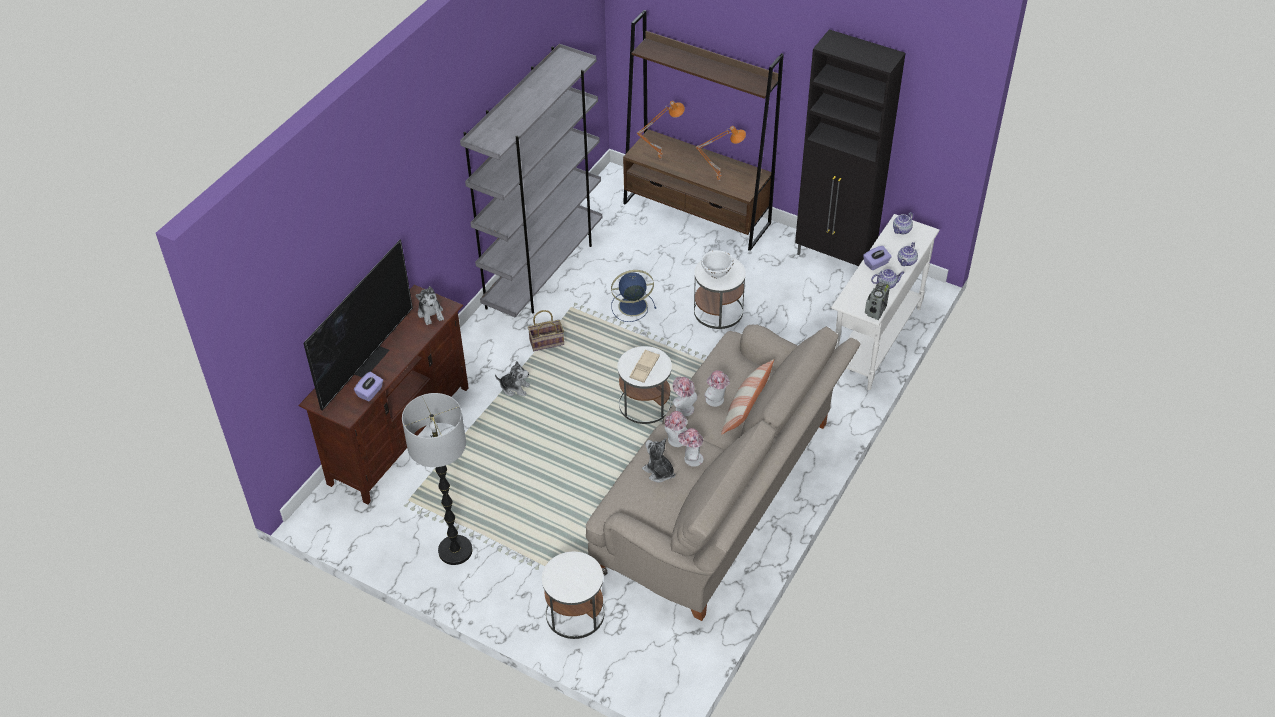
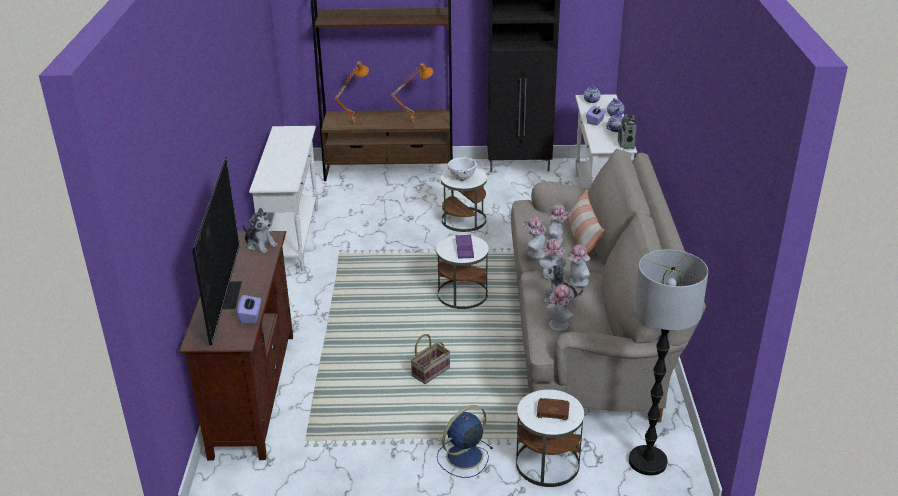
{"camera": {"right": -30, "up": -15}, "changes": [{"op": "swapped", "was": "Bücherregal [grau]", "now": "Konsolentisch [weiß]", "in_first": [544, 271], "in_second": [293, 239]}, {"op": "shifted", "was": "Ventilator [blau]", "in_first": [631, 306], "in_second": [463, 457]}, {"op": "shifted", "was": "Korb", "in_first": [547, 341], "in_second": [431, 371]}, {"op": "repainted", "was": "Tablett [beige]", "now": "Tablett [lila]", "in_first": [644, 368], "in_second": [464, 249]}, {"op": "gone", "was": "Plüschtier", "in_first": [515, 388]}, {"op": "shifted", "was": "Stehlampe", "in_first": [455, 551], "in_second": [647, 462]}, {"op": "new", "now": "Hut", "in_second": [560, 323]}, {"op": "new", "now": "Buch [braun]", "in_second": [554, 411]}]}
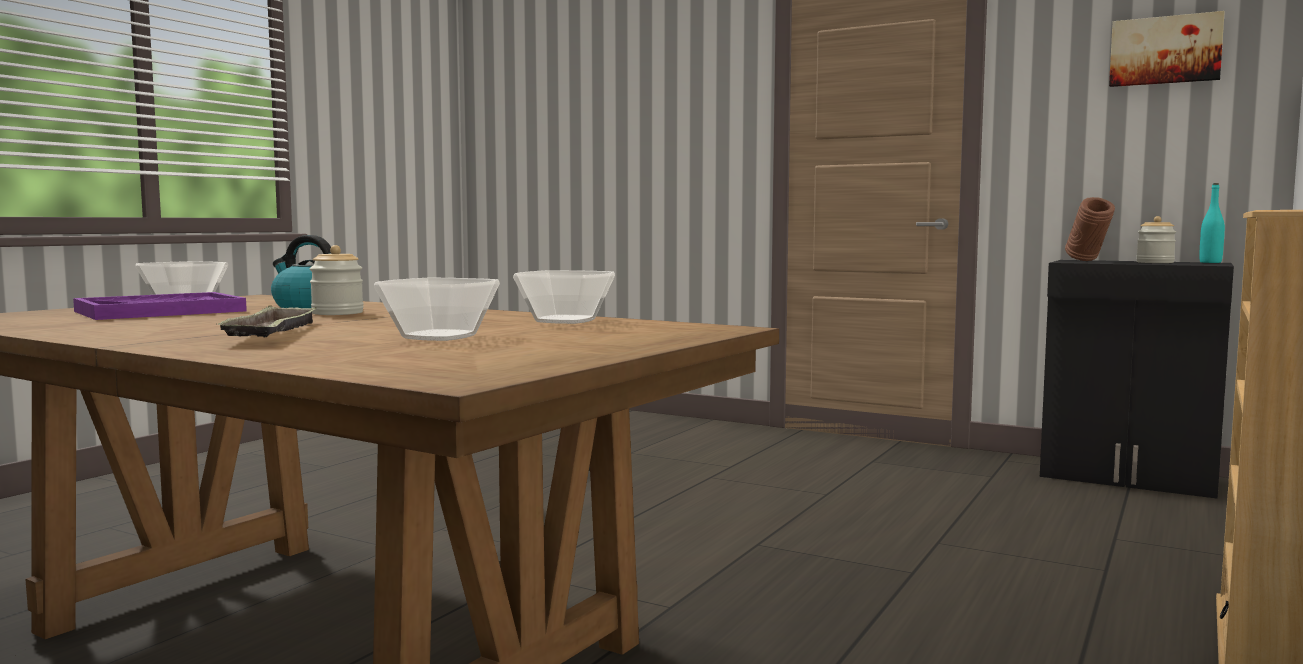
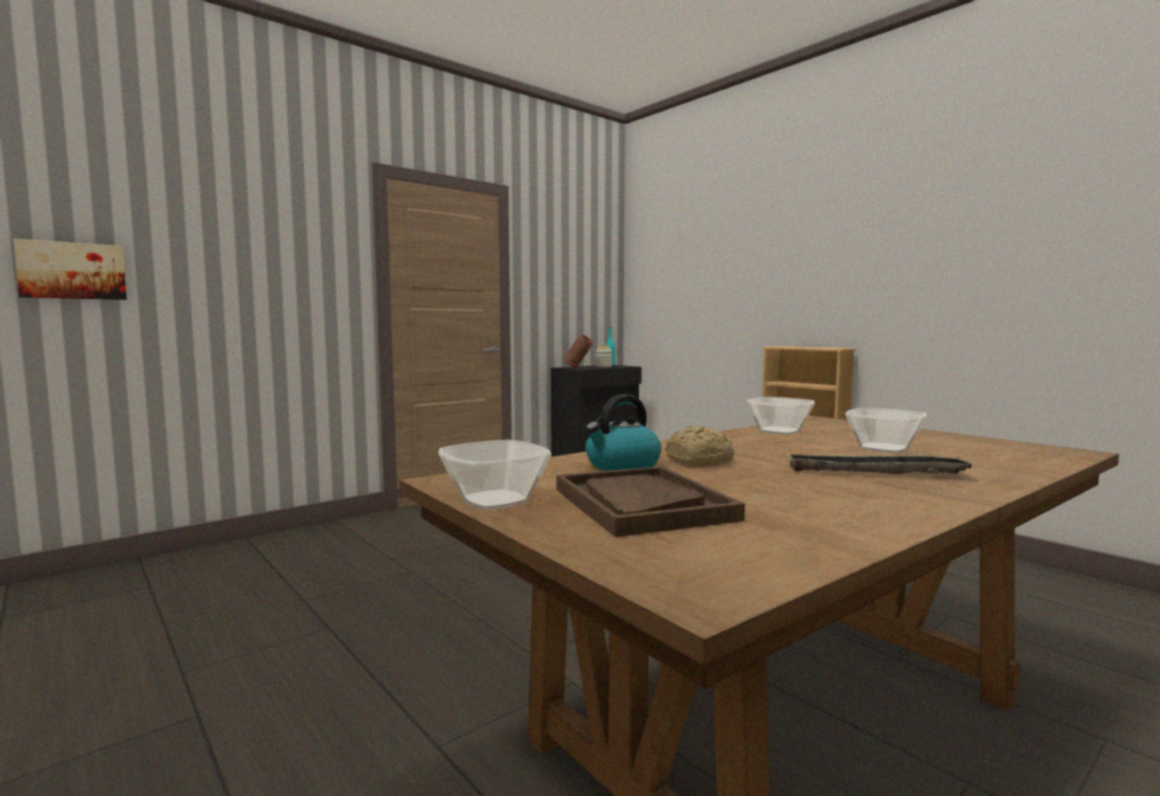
{"camera": {"right": -70, "up": 0}, "changes": [{"op": "shifted", "was": "Bild", "in_first": [1165, 50], "in_second": [72, 271]}, {"op": "swapped", "was": "Vorratsglas", "now": "Brot", "in_first": [337, 313], "in_second": [700, 461]}, {"op": "repainted", "was": "Tablett [lila]", "now": "Tablett [braun]", "in_first": [161, 311], "in_second": [641, 504]}]}
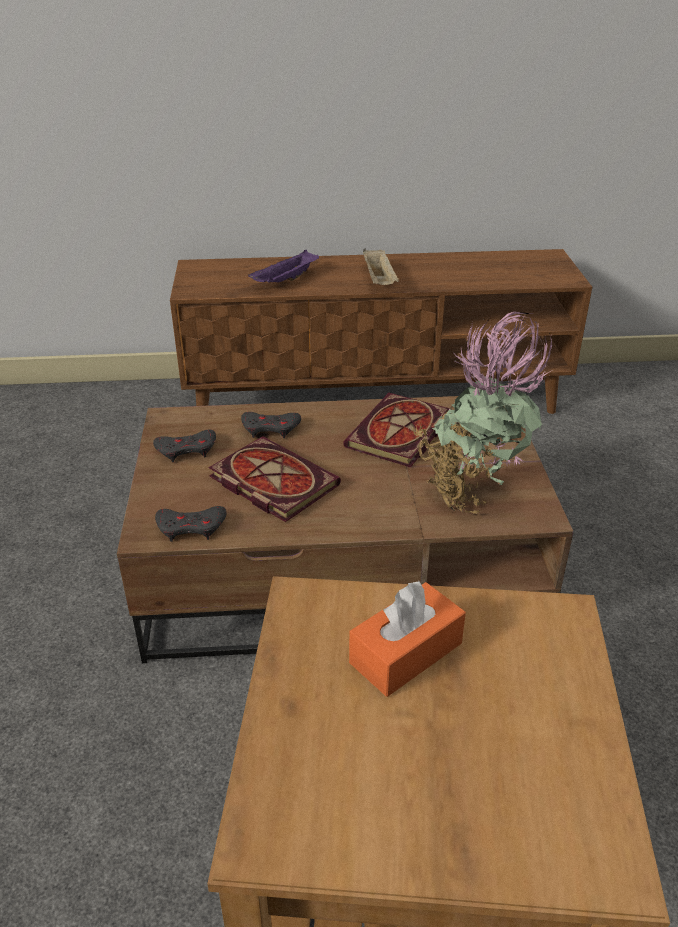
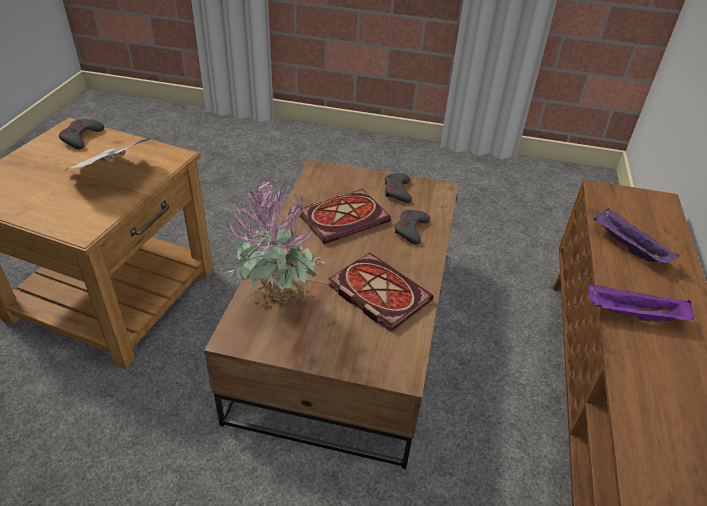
{"camera": {"right": 105, "up": 5}, "changes": [{"op": "repainted", "was": "Tablett [beige]", "now": "Tablett [lila]", "in_first": [379, 281], "in_second": [632, 315]}, {"op": "shifted", "was": "Gamepad [grau]", "in_first": [191, 527], "in_second": [81, 137]}, {"op": "swapped", "was": "Taschentuchbox [orange]", "now": "Zeitung", "in_first": [406, 653], "in_second": [113, 175]}]}
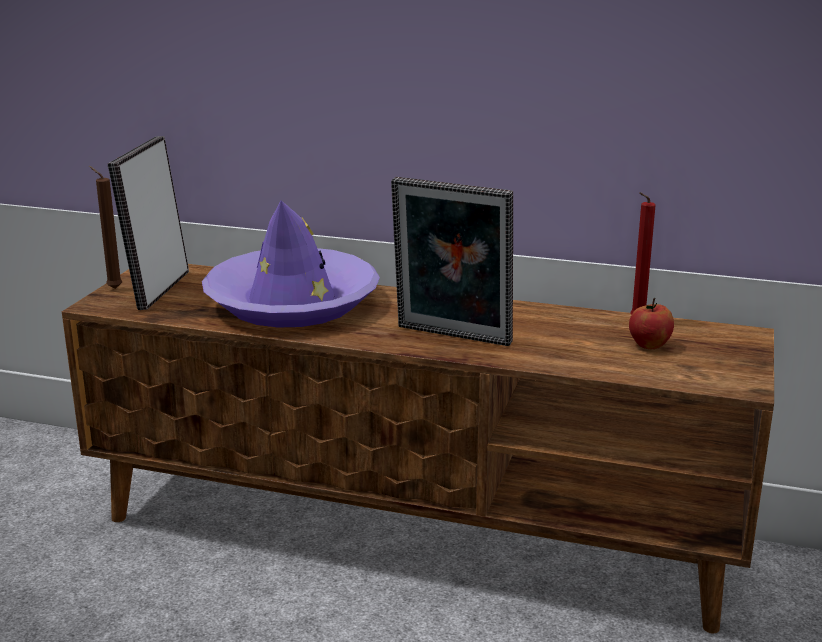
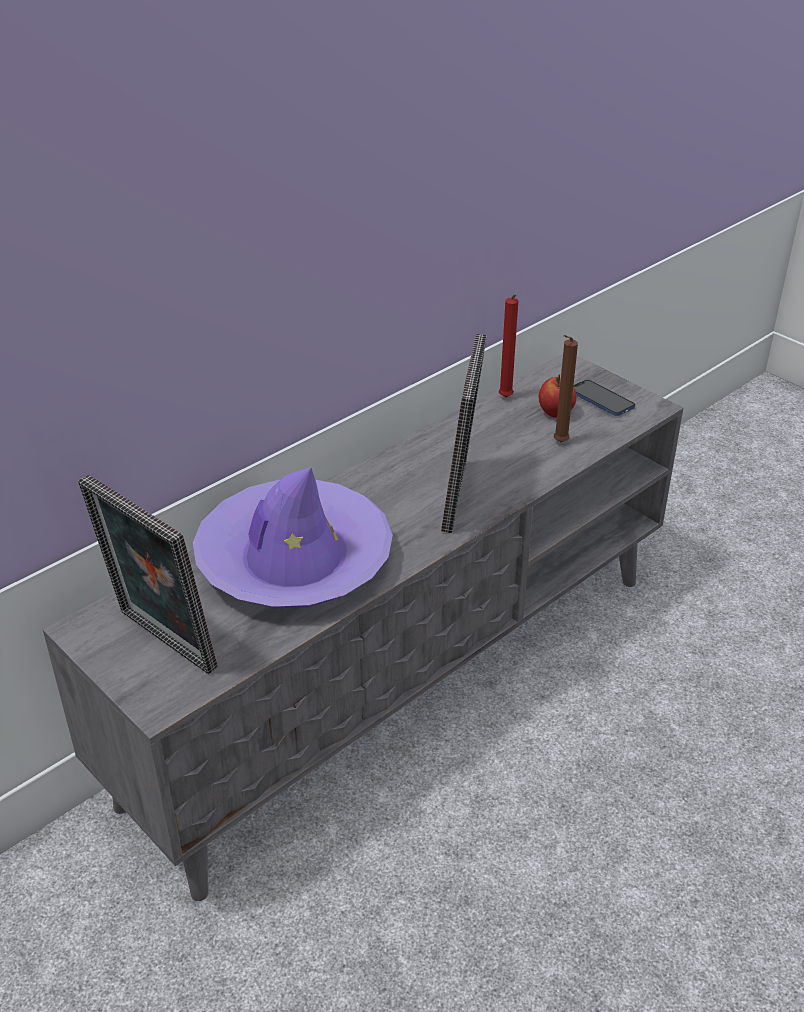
{"camera": {"right": -60, "up": 15}, "changes": [{"op": "shifted", "was": "Kerze [braun]", "in_first": [112, 288], "in_second": [559, 443]}, {"op": "rotated", "was": "Bilderrahmen", "in_first": [451, 337], "in_second": [461, 497], "clockwise": -45}, {"op": "repainted", "was": "Fernsehschrank [braun]", "now": "Fernsehschrank [grau]", "in_first": [414, 533], "in_second": [402, 681]}, {"op": "new", "now": "Handy", "in_second": [601, 399]}]}
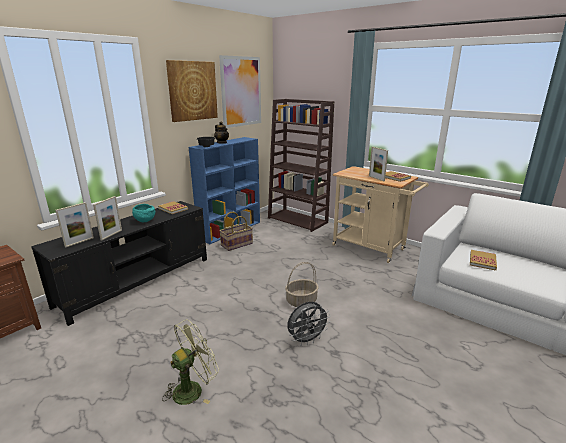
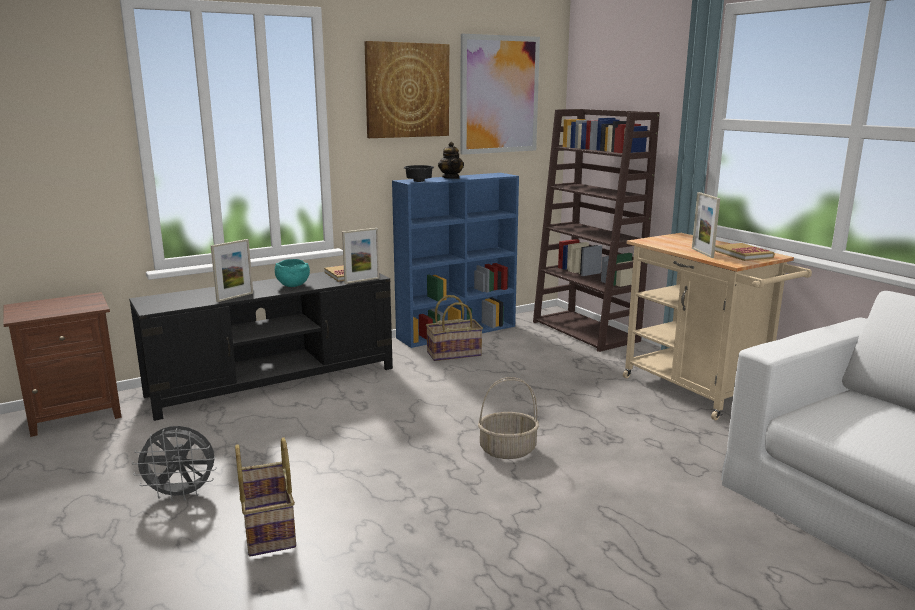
{"camera": {"right": 20, "up": -5}, "changes": [{"op": "shifted", "was": "Bilderrahmen", "in_first": [79, 242], "in_second": [362, 280]}, {"op": "gone", "was": "Buch", "in_first": [482, 261]}, {"op": "shifted", "was": "Ventilator [grau]", "in_first": [307, 340], "in_second": [181, 495]}, {"op": "swapped", "was": "Ventilator [grün]", "now": "Korb", "in_first": [193, 388], "in_second": [267, 528]}]}
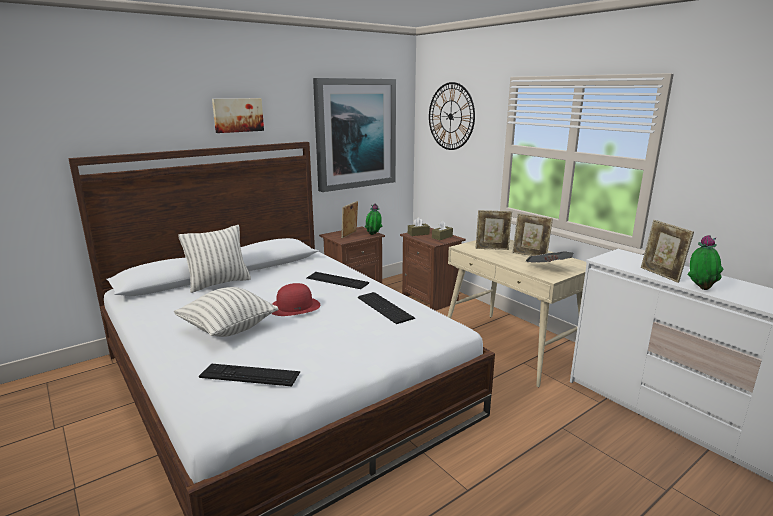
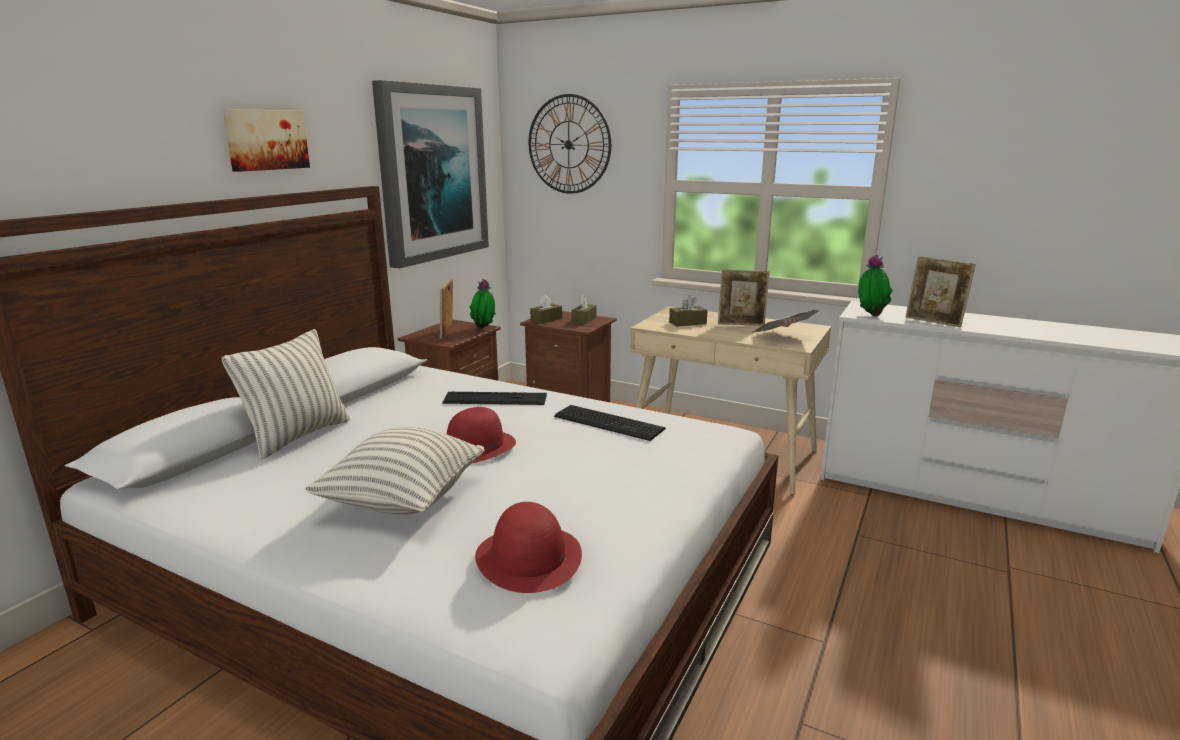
{"camera": {"right": -25, "up": 0}, "changes": [{"op": "swapped", "was": "Bilderrahmen", "now": "Taschentuchbox [braun]", "in_first": [492, 249], "in_second": [687, 323]}, {"op": "shifted", "was": "Topfpflanze", "in_first": [700, 288], "in_second": [870, 315]}, {"op": "swapped", "was": "Tastatur", "now": "Hut [rot]", "in_first": [250, 374], "in_second": [529, 557]}]}
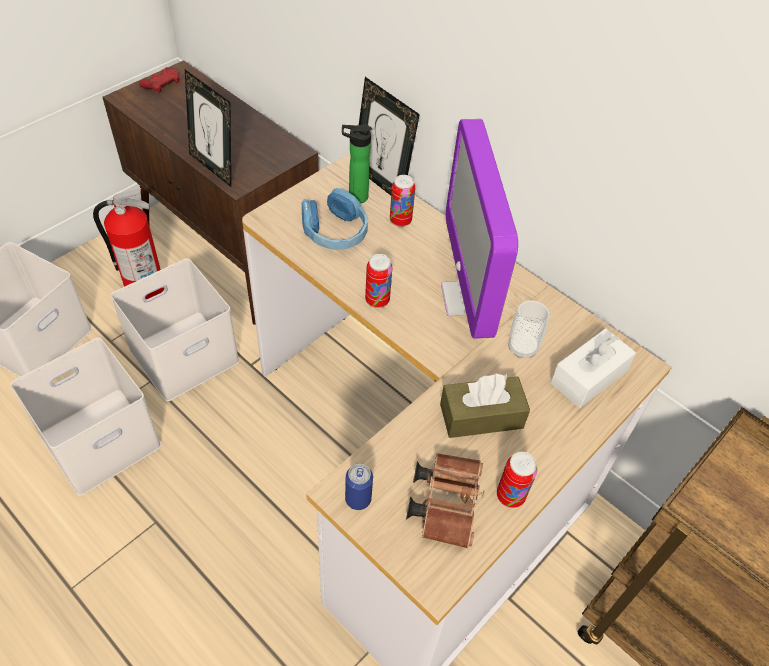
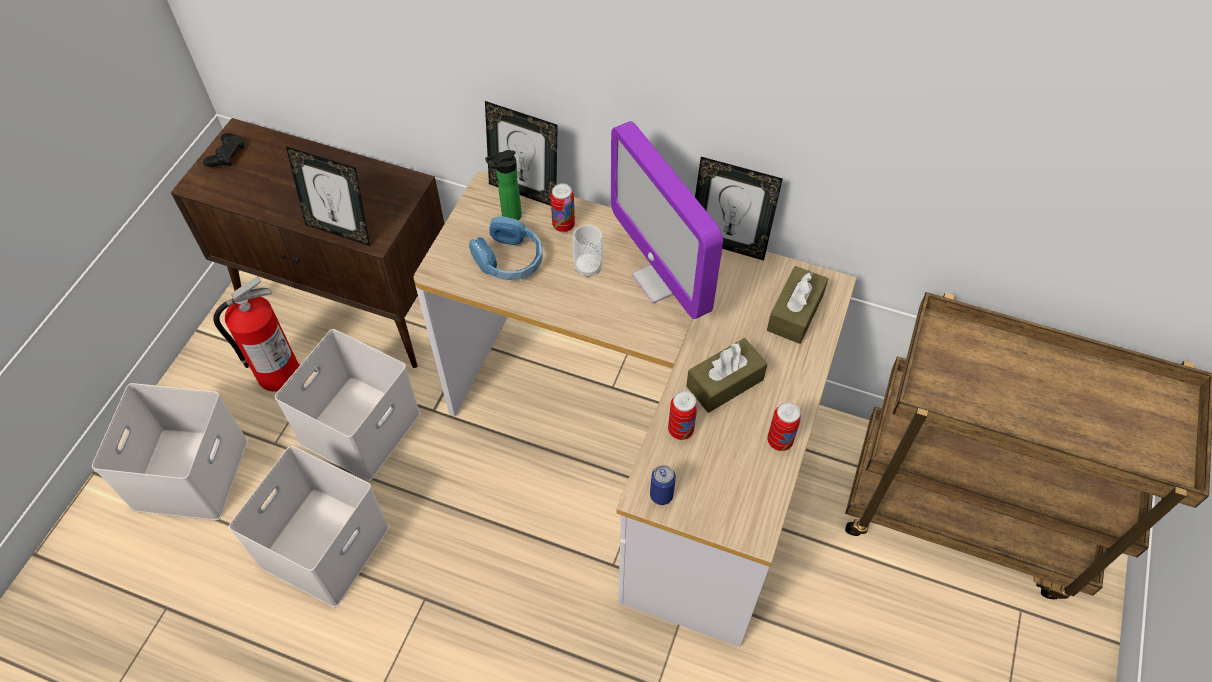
{"camera": {"right": -20, "up": 5}, "changes": [{"op": "repainted", "was": "Gamepad [rot]", "now": "Gamepad [schwarz]", "in_first": [161, 84], "in_second": [226, 155]}, {"op": "shifted", "was": "Dose", "in_first": [377, 300], "in_second": [680, 430]}, {"op": "shifted", "was": "Tasse", "in_first": [522, 347], "in_second": [588, 267]}, {"op": "repainted", "was": "Taschentuchbox [weiß]", "now": "Taschentuchbox [braun]", "in_first": [588, 377], "in_second": [795, 313]}, {"op": "gone", "was": "Fernglas [braun]", "in_first": [445, 502]}, {"op": "new", "now": "Bilderrahmen", "in_second": [727, 244]}]}
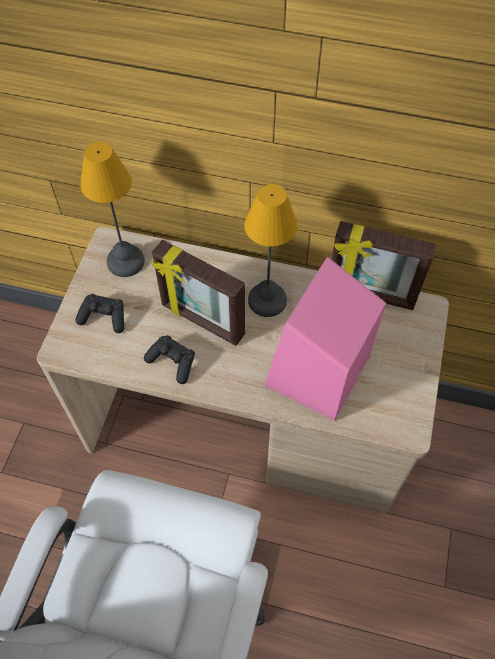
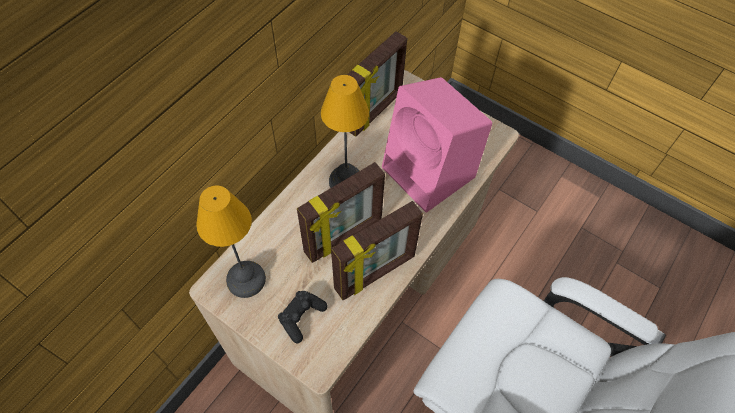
{"camera": {"right": -70, "up": 0}, "changes": [{"op": "swapped", "was": "Gamepad [schwarz]", "now": "Bilderrahmen", "in_first": [172, 362], "in_second": [375, 273]}]}
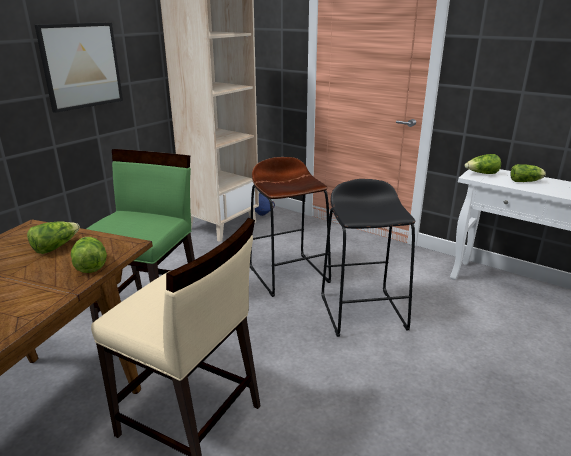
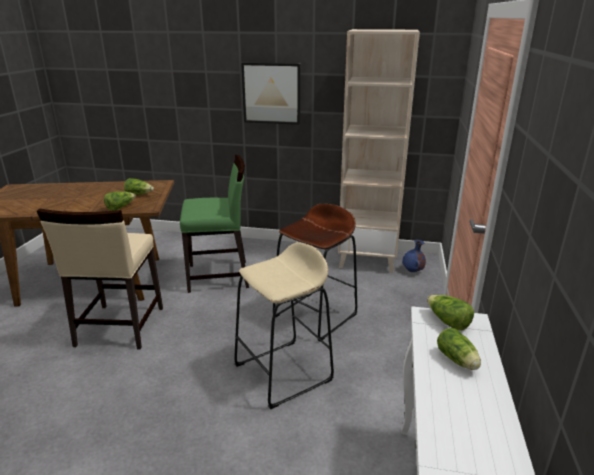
{"camera": {"right": 65, "up": 0}, "changes": [{"op": "repainted", "was": "Hocker [schwarz]", "now": "Hocker [beige]", "in_first": [363, 312], "in_second": [283, 372]}]}
